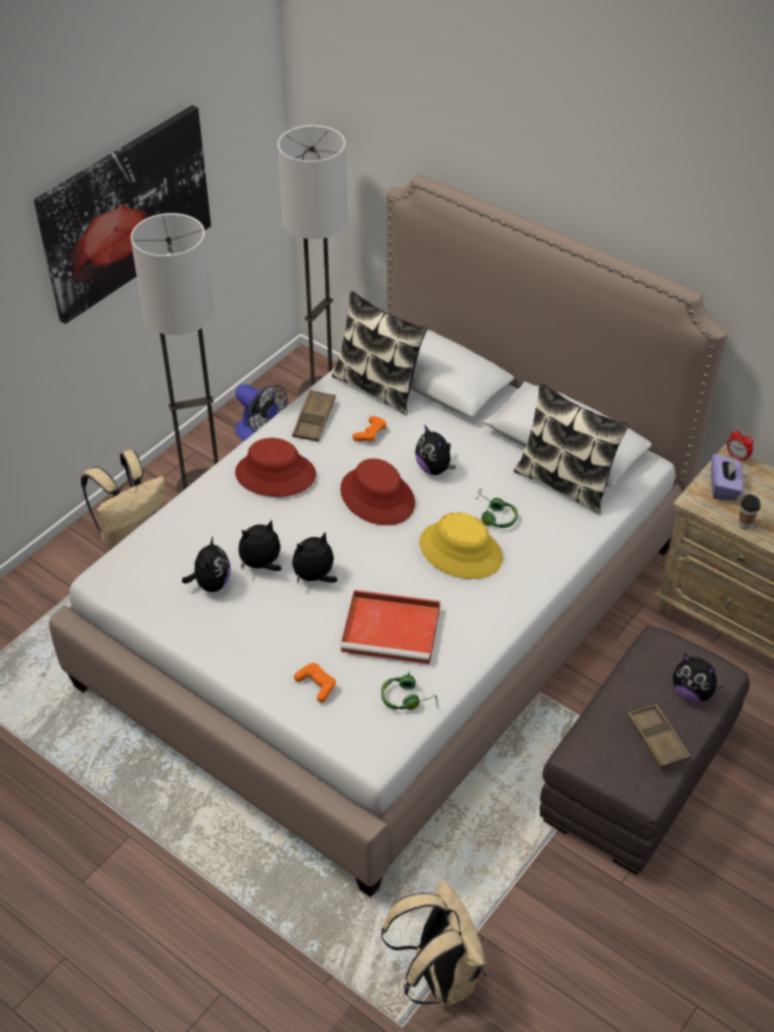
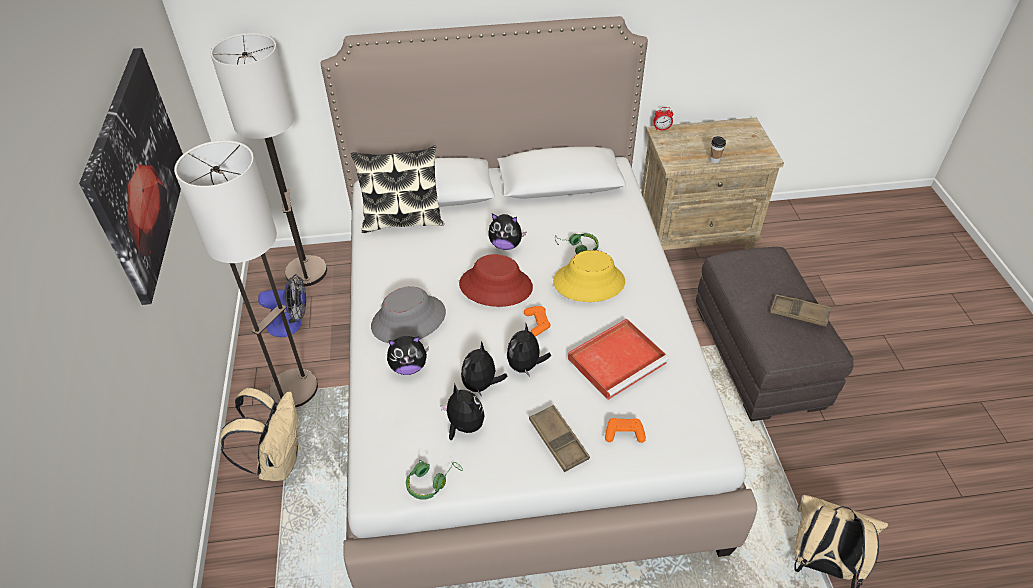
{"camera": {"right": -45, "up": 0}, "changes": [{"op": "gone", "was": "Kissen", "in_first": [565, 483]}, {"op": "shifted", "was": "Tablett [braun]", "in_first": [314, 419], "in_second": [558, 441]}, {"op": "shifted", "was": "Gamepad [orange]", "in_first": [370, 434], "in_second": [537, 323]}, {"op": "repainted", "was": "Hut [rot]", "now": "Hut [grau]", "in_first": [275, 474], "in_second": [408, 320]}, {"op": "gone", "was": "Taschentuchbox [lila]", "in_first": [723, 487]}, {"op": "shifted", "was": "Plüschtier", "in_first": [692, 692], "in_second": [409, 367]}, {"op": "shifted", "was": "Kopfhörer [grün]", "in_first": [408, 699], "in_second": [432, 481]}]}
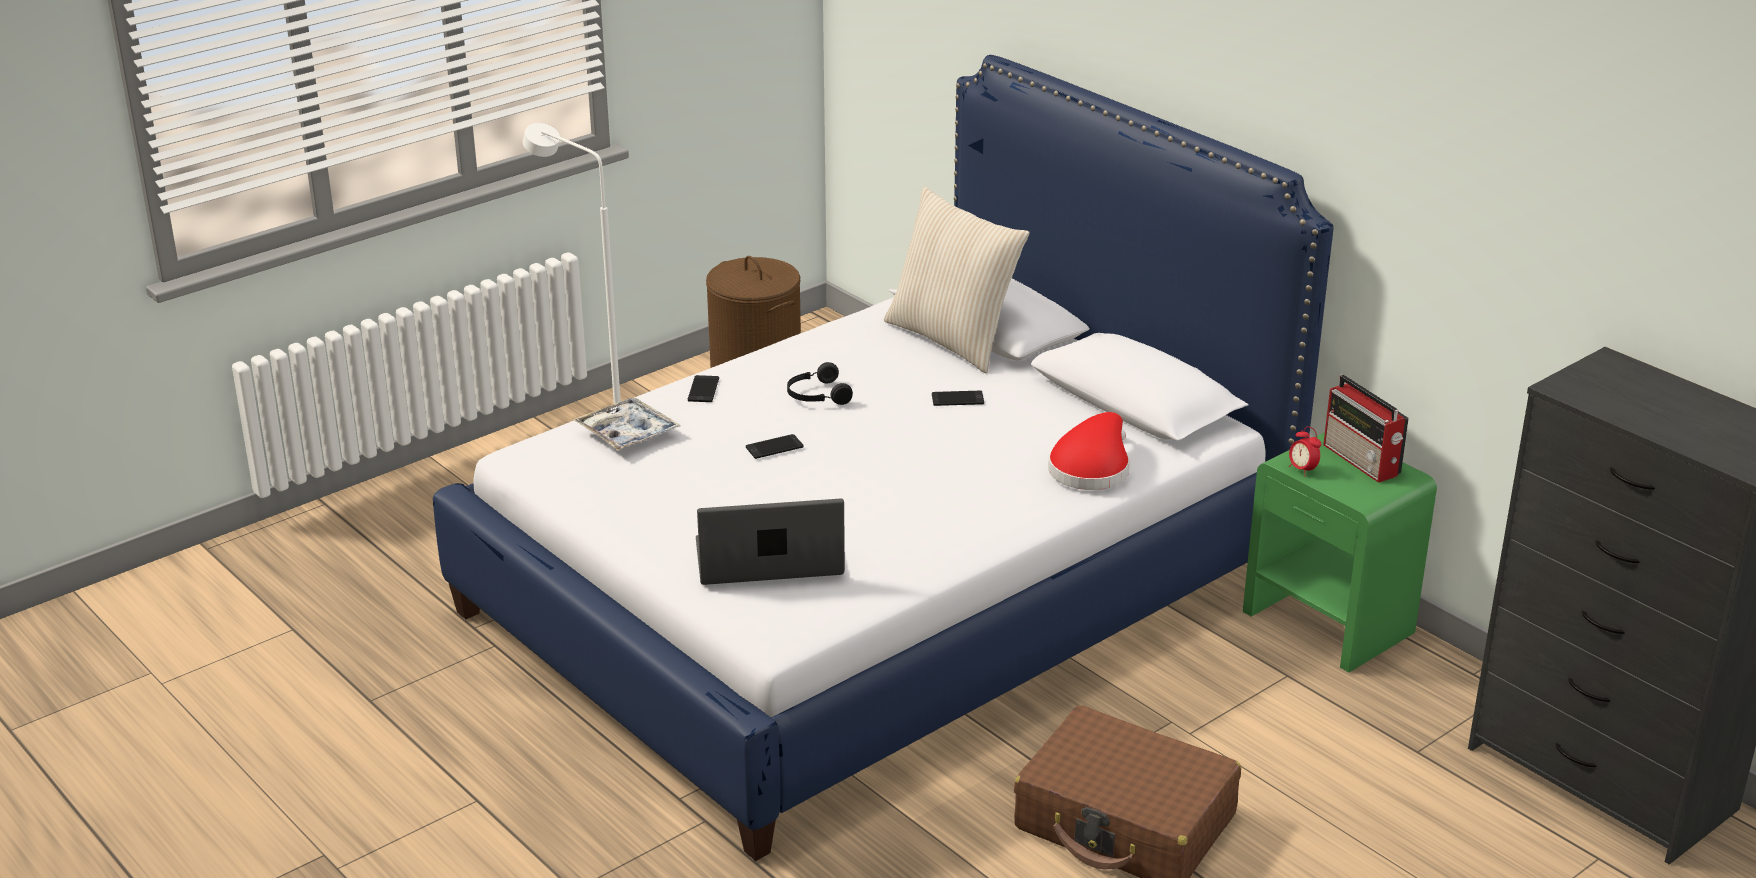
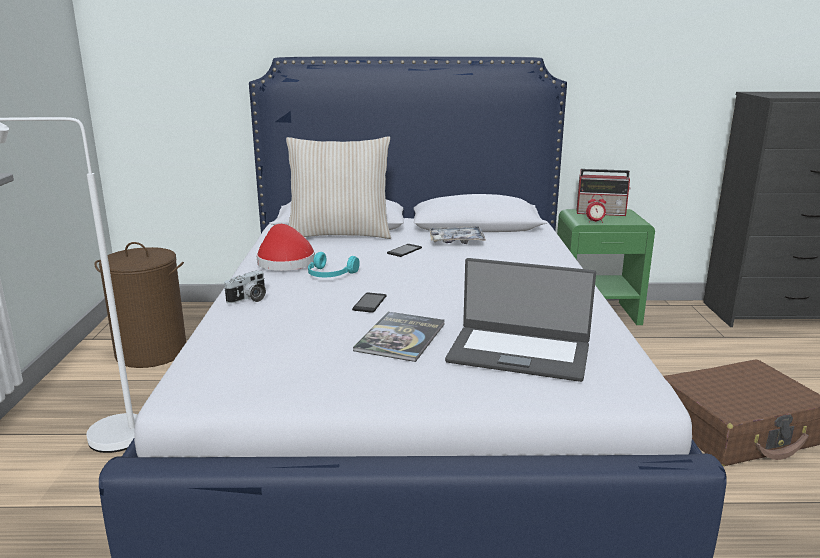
{"camera": {"right": -50, "up": -10}, "changes": [{"op": "repainted", "was": "Kopfhörer [schwarz]", "now": "Kopfhörer [türkis]", "in_first": [817, 396], "in_second": [329, 275]}, {"op": "swapped", "was": "Handy", "now": "Kamera", "in_first": [703, 389], "in_second": [249, 299]}, {"op": "shifted", "was": "Tablett", "in_first": [627, 433], "in_second": [456, 241]}, {"op": "shifted", "was": "Hut [rot]", "in_first": [1091, 468], "in_second": [285, 261]}, {"op": "rotated", "was": "Laptop", "in_first": [769, 560], "in_second": [519, 353], "clockwise": -105}, {"op": "new", "now": "Buch", "in_second": [400, 337]}]}
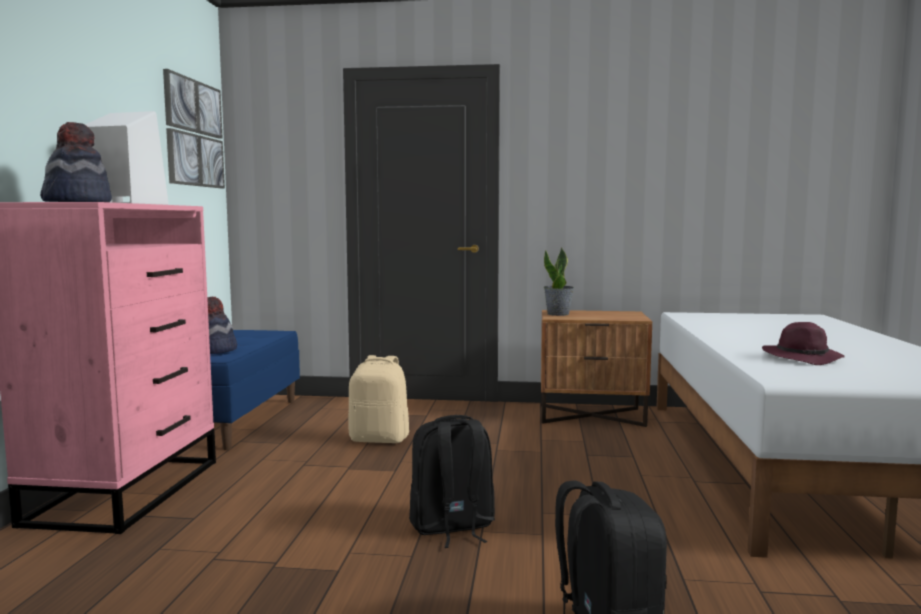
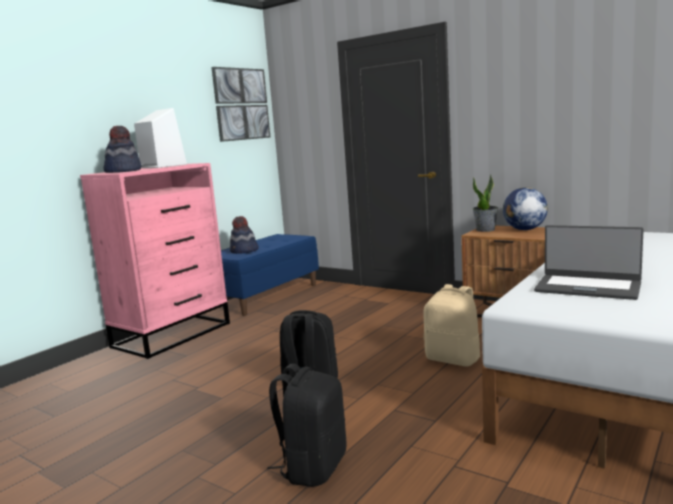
{"camera": {"right": 30, "up": 5}, "changes": [{"op": "swapped", "was": "Hut [lila]", "now": "Laptop", "in_first": [803, 358], "in_second": [587, 287]}, {"op": "shifted", "was": "Rucksack [beige]", "in_first": [379, 439], "in_second": [453, 359]}, {"op": "new", "now": "Globus", "in_second": [524, 229]}]}
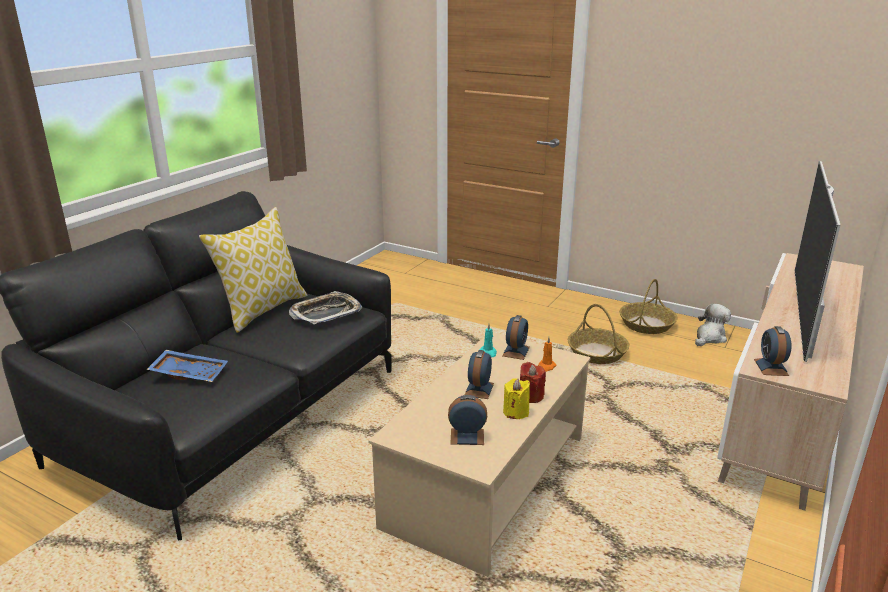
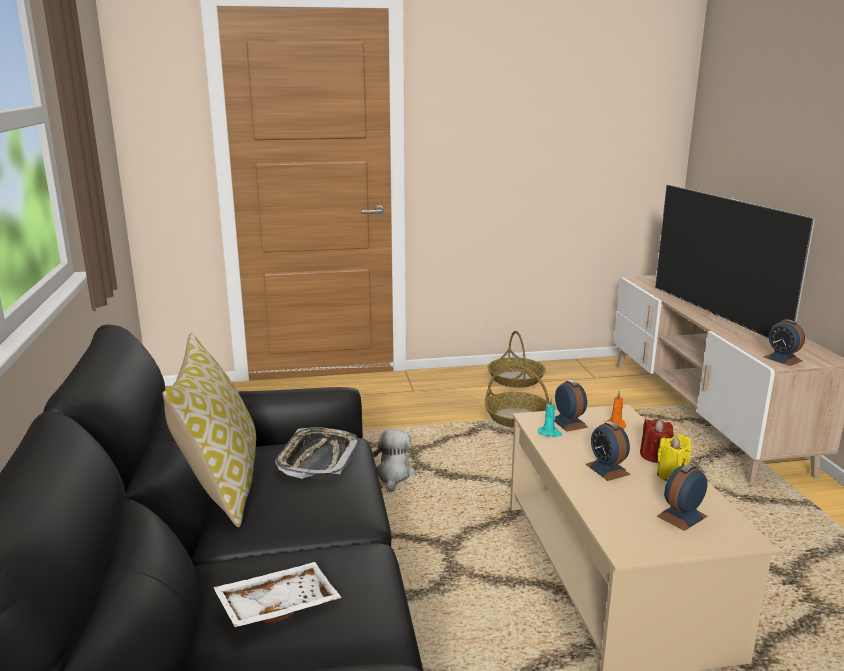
{"camera": {"right": -40, "up": -5}, "changes": [{"op": "shifted", "was": "Plüschtier", "in_first": [709, 337], "in_second": [394, 475]}, {"op": "repainted", "was": "Tablett [blau]", "now": "Tablett [weiß]", "in_first": [190, 373], "in_second": [278, 605]}]}
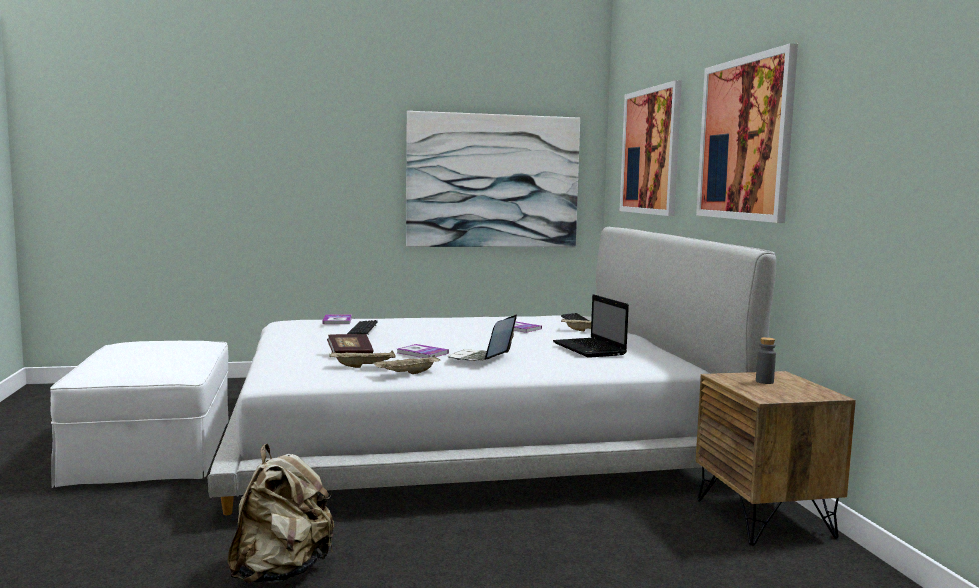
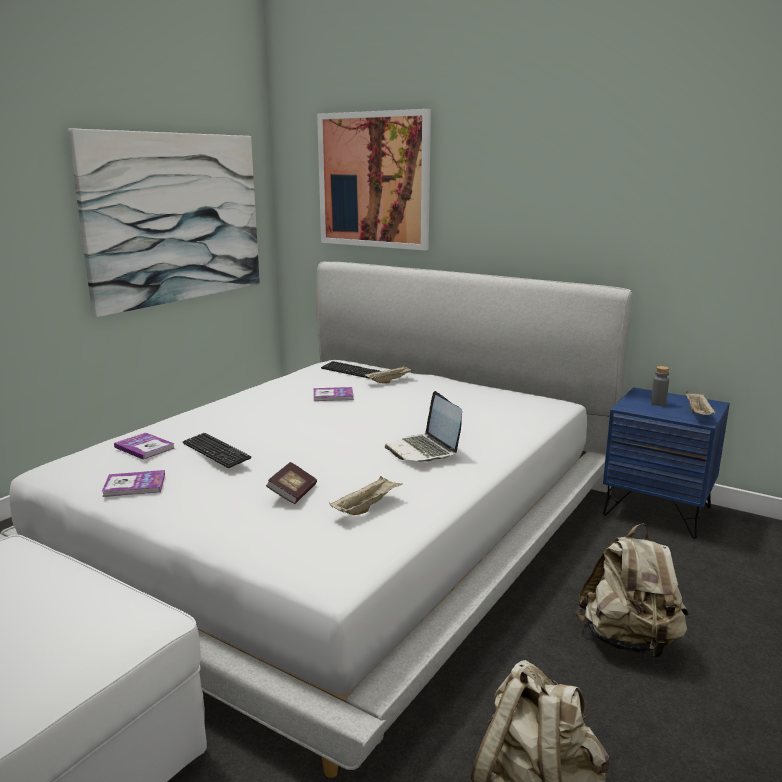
{"camera": {"right": -45, "up": 10}, "changes": [{"op": "gone", "was": "Bild", "in_first": [745, 139]}, {"op": "gone", "was": "Laptop", "in_first": [590, 349]}, {"op": "shifted", "was": "Buch", "in_first": [422, 353], "in_second": [134, 485]}, {"op": "shifted", "was": "Tablett [beige]", "in_first": [407, 374], "in_second": [698, 414]}, {"op": "repainted", "was": "Nachttisch [braun]", "now": "Nachttisch [blau]", "in_first": [765, 518], "in_second": [657, 511]}, {"op": "new", "now": "Rucksack [beige]", "in_second": [629, 640]}]}
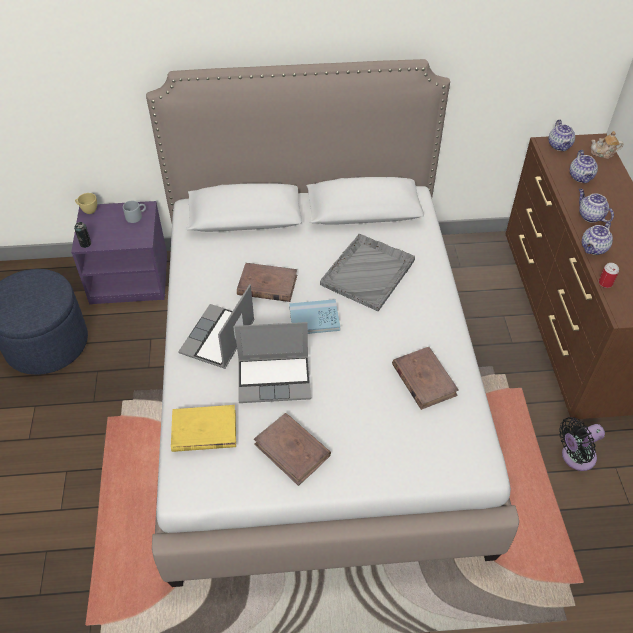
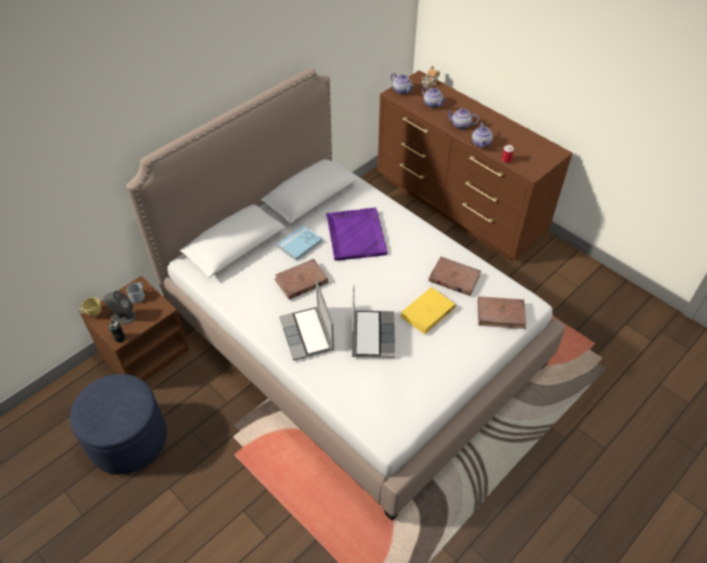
{"camera": {"right": -40, "up": 0}, "changes": [{"op": "repainted", "was": "Nachttisch [lila]", "now": "Nachttisch [braun]", "in_first": [130, 278], "in_second": [145, 351]}, {"op": "repainted", "was": "Tablett [grau]", "now": "Tablett [lila]", "in_first": [368, 272], "in_second": [356, 234]}, {"op": "shifted", "was": "Buch [blau]", "in_first": [314, 319], "in_second": [300, 244]}, {"op": "rotated", "was": "Laptop", "in_first": [275, 379], "in_second": [372, 334], "clockwise": -45}, {"op": "shifted", "was": "Buch [gelb]", "in_first": [203, 431], "in_second": [427, 312]}, {"op": "shifted", "was": "Buch [braun]", "in_first": [292, 450], "in_second": [501, 314]}, {"op": "gone", "was": "Ventilator [schwarz]", "in_first": [575, 457]}, {"op": "new", "now": "Lautsprecher [grau]", "in_second": [123, 316]}]}
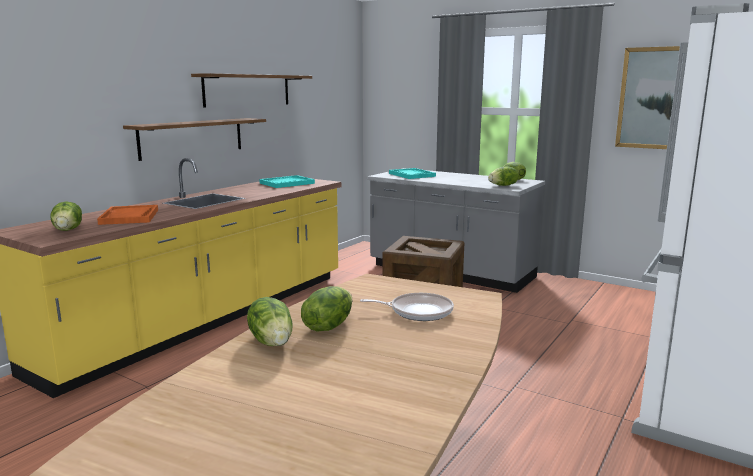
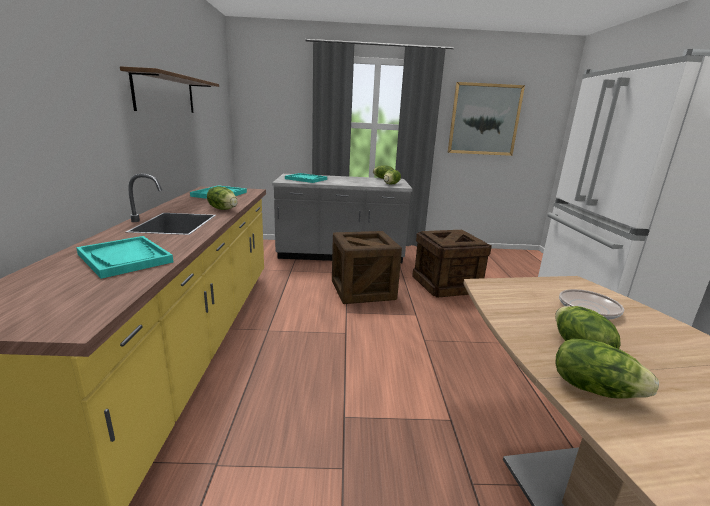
{"camera": {"right": -35, "up": 5}, "changes": [{"op": "gone", "was": "Wandregal", "in_first": [192, 138]}, {"op": "shifted", "was": "Salatkopf", "in_first": [68, 230], "in_second": [223, 209]}, {"op": "repainted", "was": "Tablett [orange]", "now": "Tablett [türkis]", "in_first": [129, 217], "in_second": [125, 258]}, {"op": "new", "now": "Kiste", "in_second": [446, 285]}]}
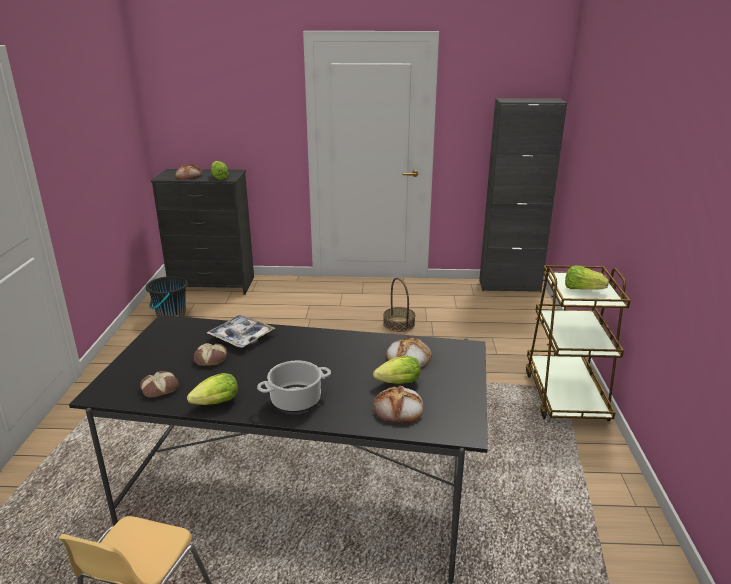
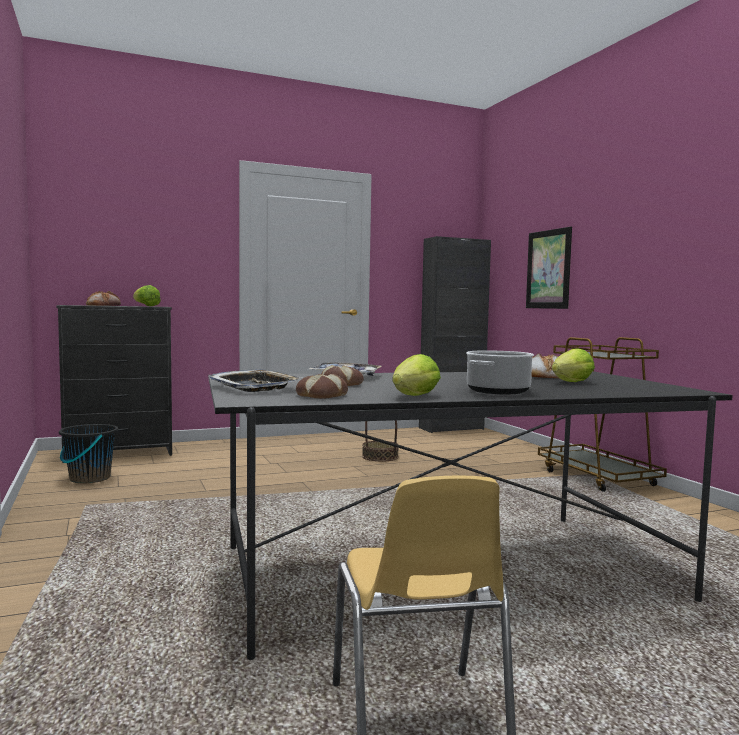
{"camera": {"right": -25, "up": -20}, "changes": [{"op": "gone", "was": "Salatkopf", "in_first": [582, 289]}, {"op": "gone", "was": "Brot", "in_first": [398, 409]}, {"op": "new", "now": "Bild", "in_second": [548, 269]}, {"op": "new", "now": "Tablett", "in_second": [255, 387]}]}
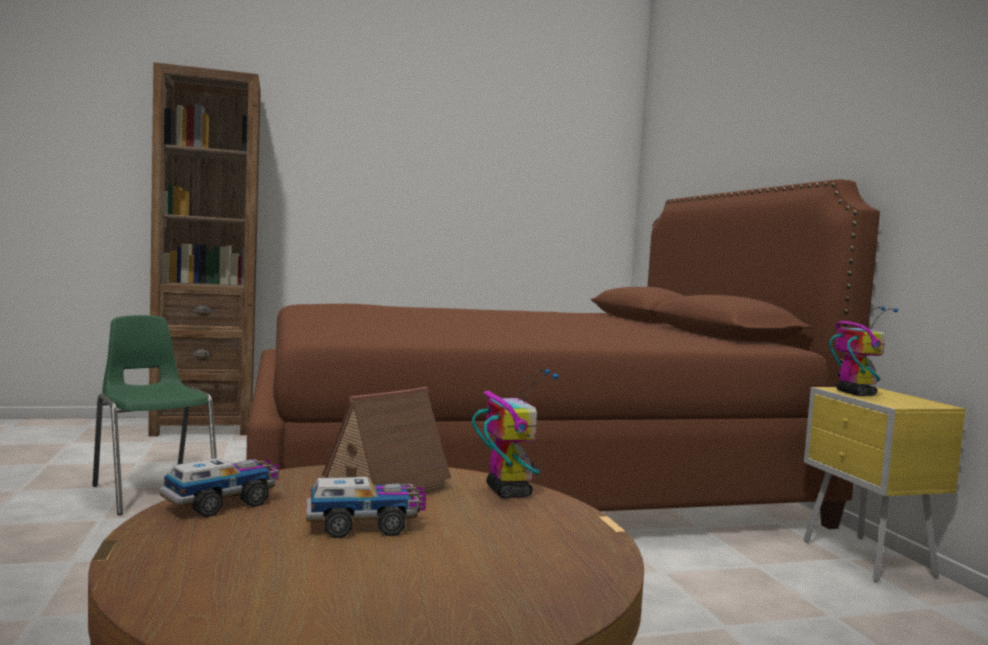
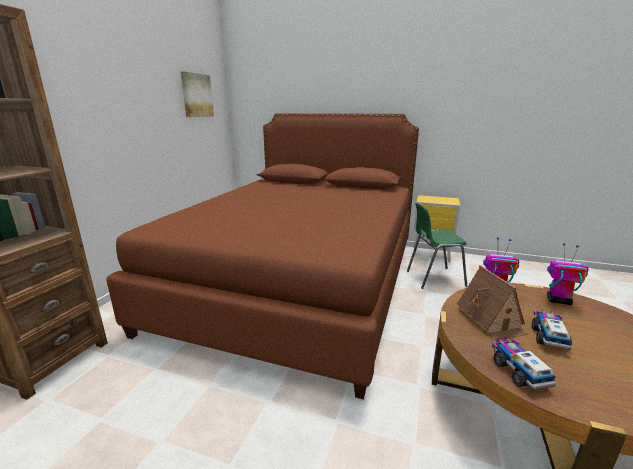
{"camera": {"right": -55, "up": 15}, "changes": [{"op": "shifted", "was": "Spielzeugroboter", "in_first": [855, 393], "in_second": [557, 300]}, {"op": "shifted", "was": "Stuhl [grün]", "in_first": [153, 491], "in_second": [433, 278]}, {"op": "new", "now": "Bild", "in_second": [196, 95]}]}
